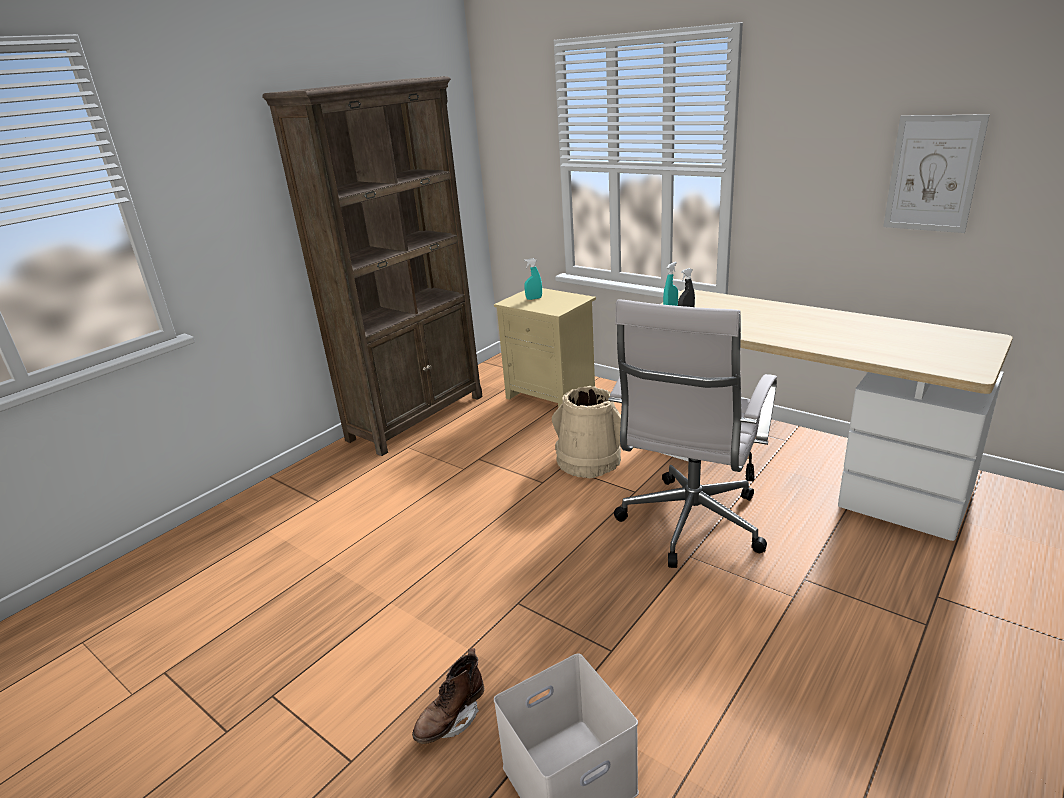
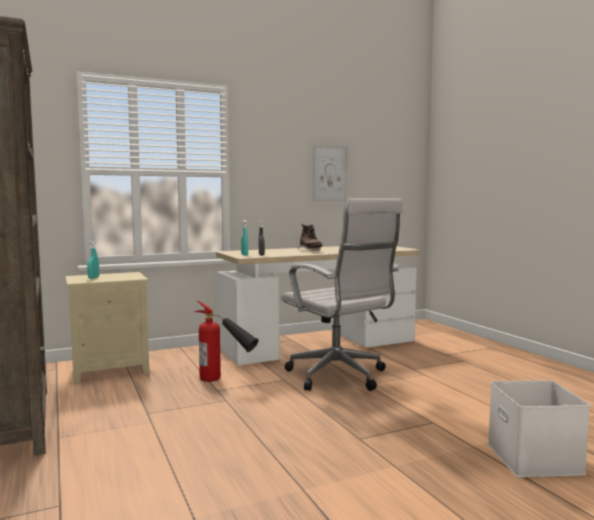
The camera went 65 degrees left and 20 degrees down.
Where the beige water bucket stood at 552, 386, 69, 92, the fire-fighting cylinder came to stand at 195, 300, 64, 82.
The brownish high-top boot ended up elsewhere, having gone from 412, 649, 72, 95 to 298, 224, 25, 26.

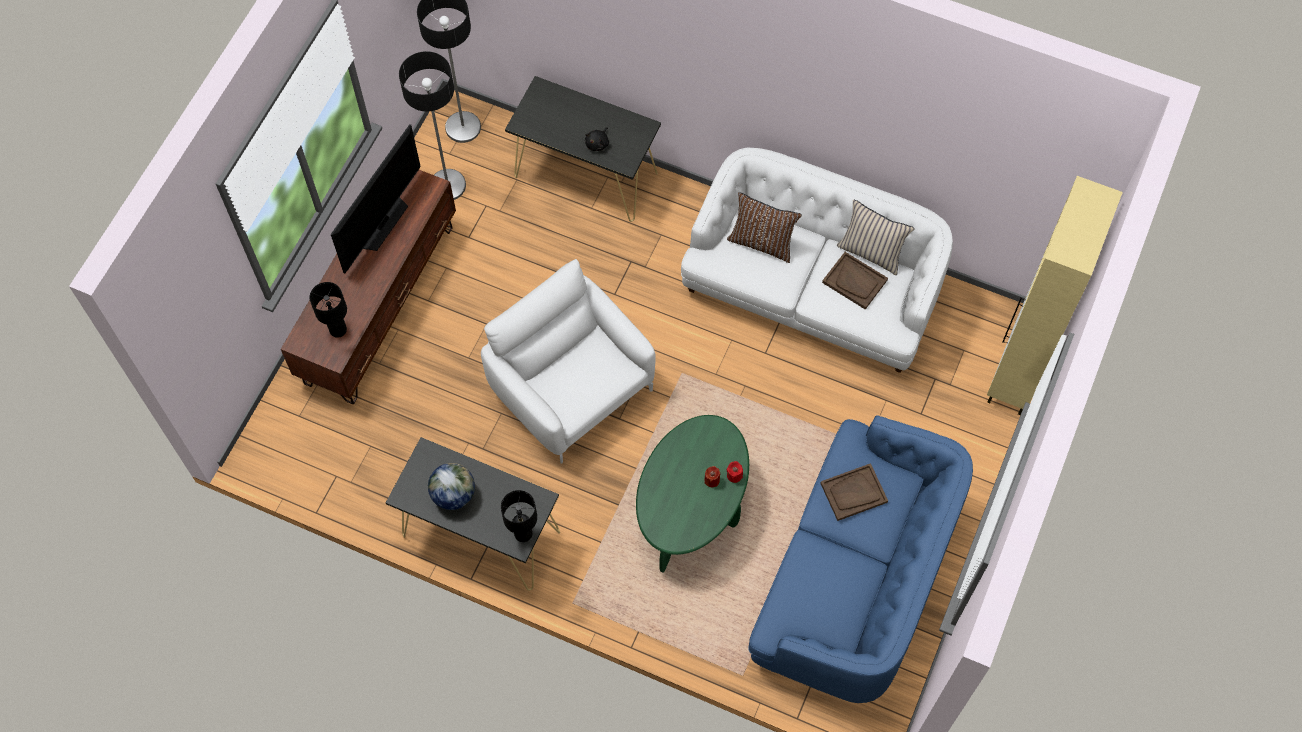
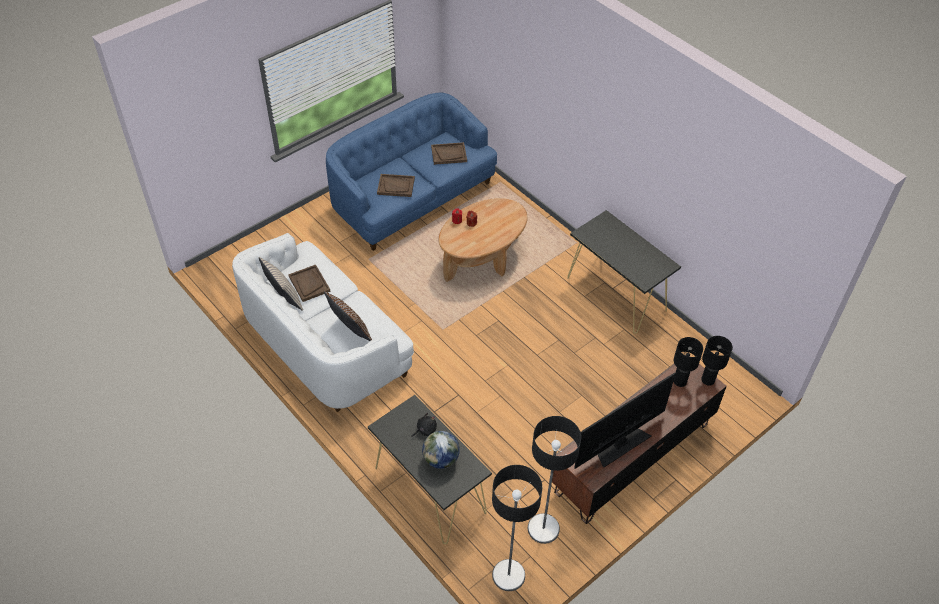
The camera went 155 degrees left and 15 degrees down.
The globe ended up elsewhere, having gone from 428, 463, 47, 47 to 422, 431, 38, 38.
The second view gained the brownish tray at 431, 142, 36, 23.
What was the green coffee table at 636, 415, 113, 158 turned into the brownish coffee table at 439, 198, 88, 84.
The black-coloured tabletop lamp ended up elsewhere, having gone from 501, 490, 36, 52 to 701, 336, 32, 50.
The second view lost the white-coloured armchair at 481, 259, 175, 205.
The second view lost the beige storage cabinet at 987, 176, 136, 239.

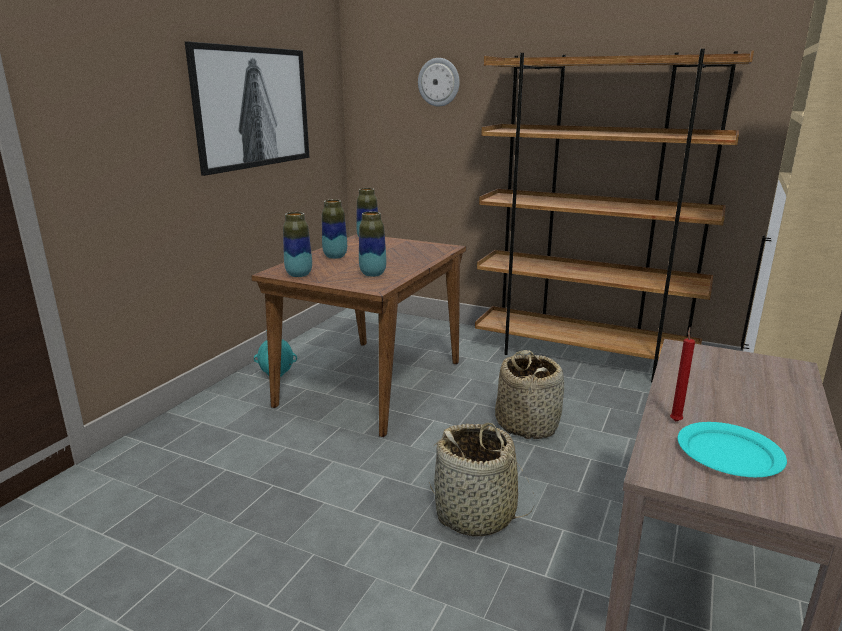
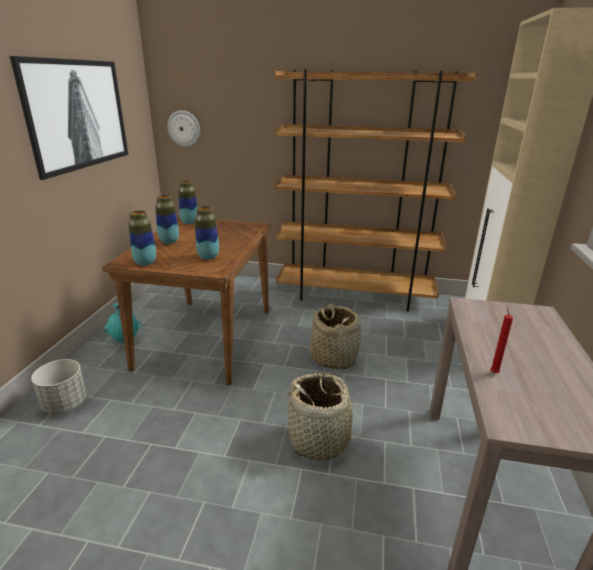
The camera went 15 degrees left and 5 degrees up.
The second view gained the greyish plant pot at 31, 359, 56, 55.
The wall clock ended up elsewhere, having gone from 418, 58, 42, 48 to 167, 110, 33, 37.
The second view lost the blue-green plate at 678, 422, 109, 55.

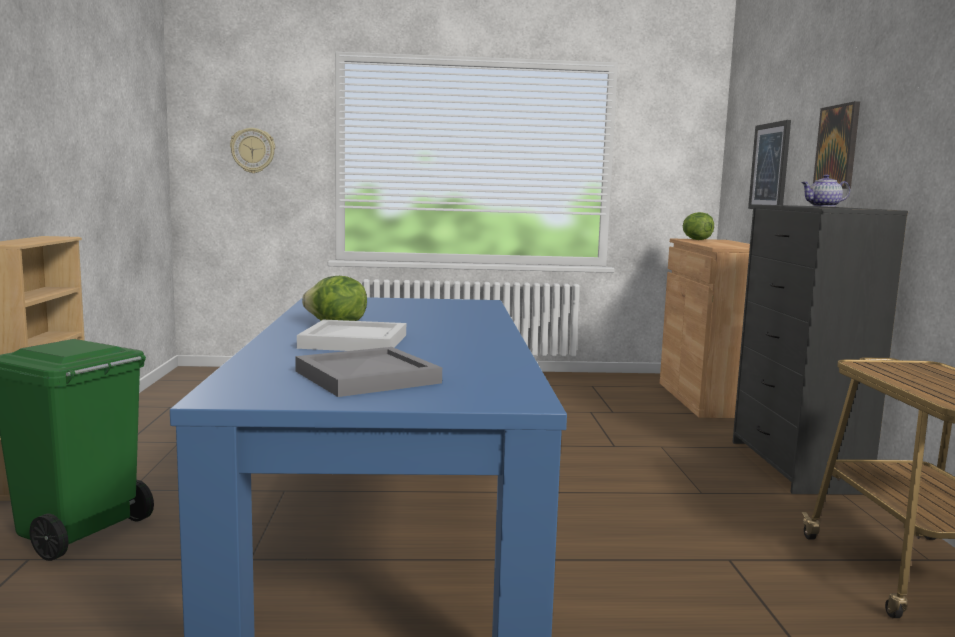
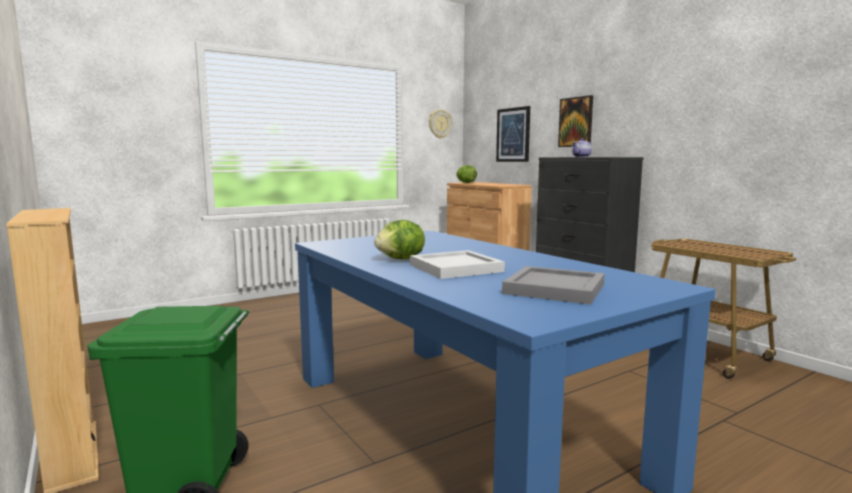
The camera went 30 degrees left and 0 degrees up.
The wall clock ended up elsewhere, having gone from 230, 128, 45, 45 to 429, 109, 23, 30.

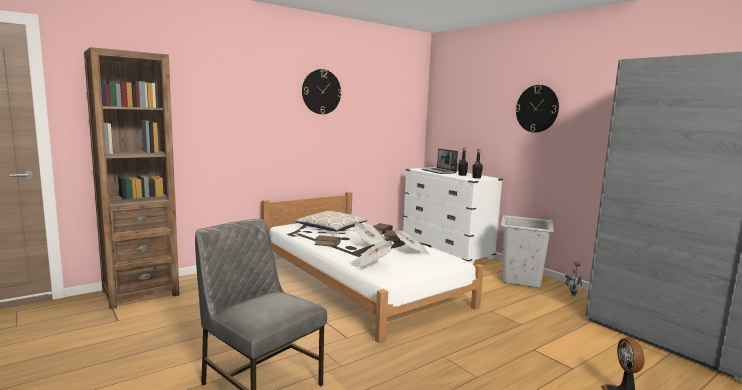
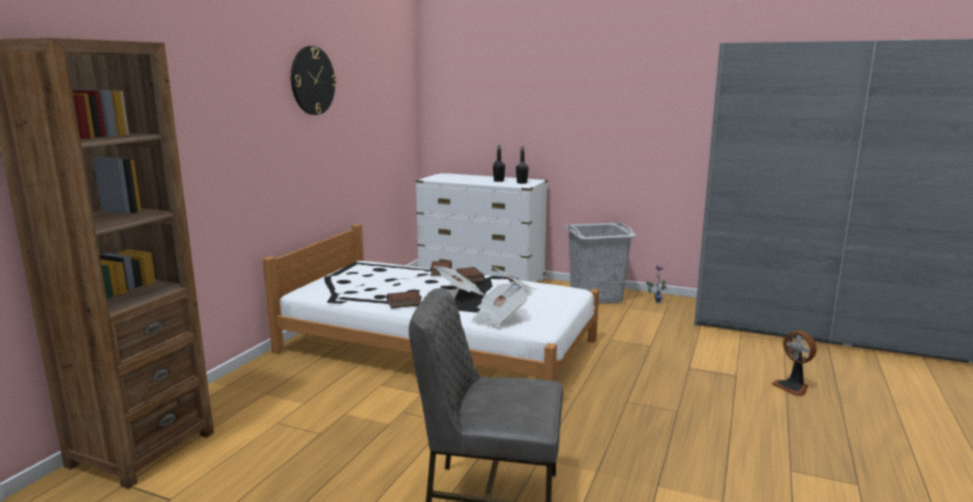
The camera went 30 degrees left and 5 degrees up.
The second view lost the cushion at 295, 211, 73, 20.
The second view lost the portable computer at 422, 148, 36, 26.
The second view lost the wall clock at 515, 85, 44, 48.

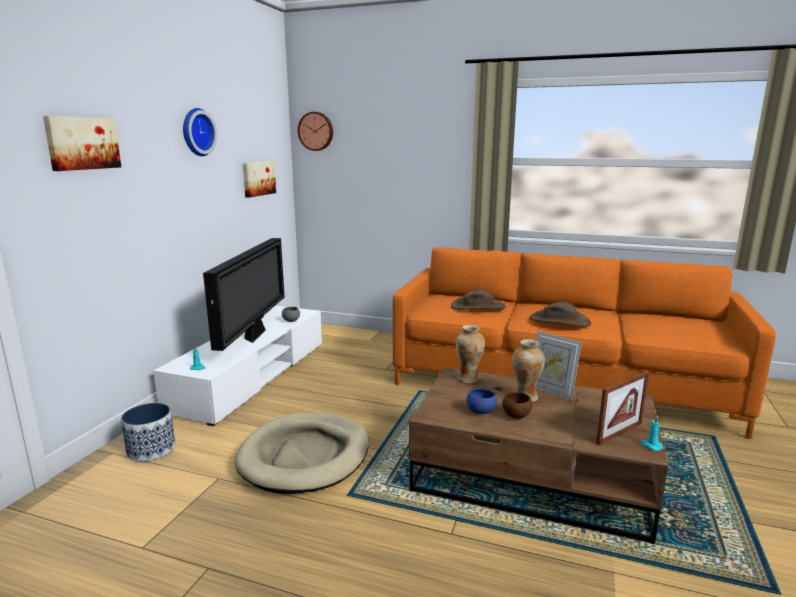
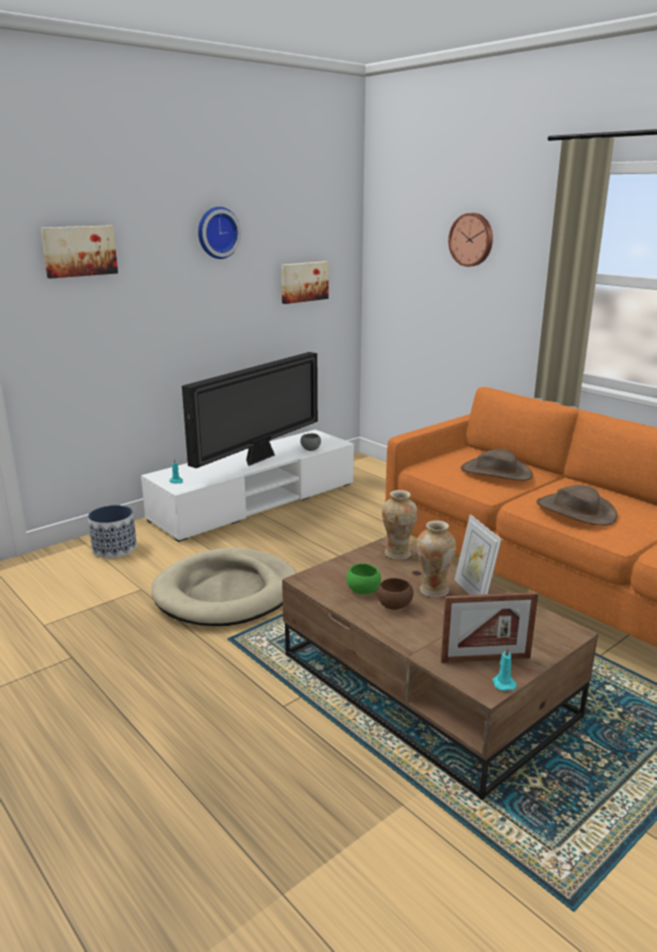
The camera went 30 degrees right and 5 degrees up.
What was the blue-coloured serving bowl at 467, 388, 30, 26 turned into the green serving bowl at 346, 563, 35, 31.
The wall clock ended up elsewhere, having gone from 298, 112, 35, 39 to 448, 213, 45, 54.

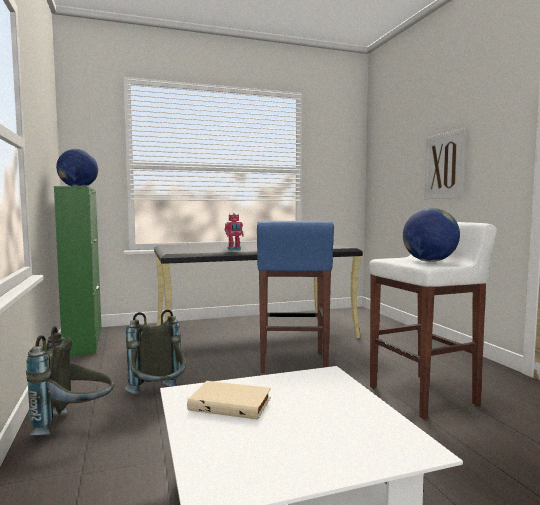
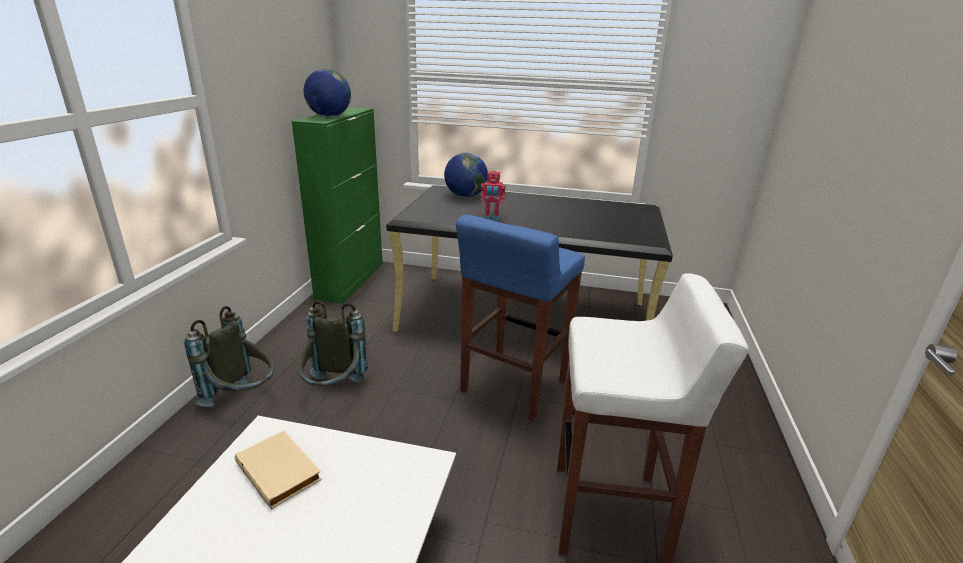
The camera went 30 degrees right and 20 degrees up.
The globe ended up elsewhere, having gone from 403, 208, 57, 54 to 444, 153, 44, 44.
The second view lost the picture at 424, 129, 42, 70.

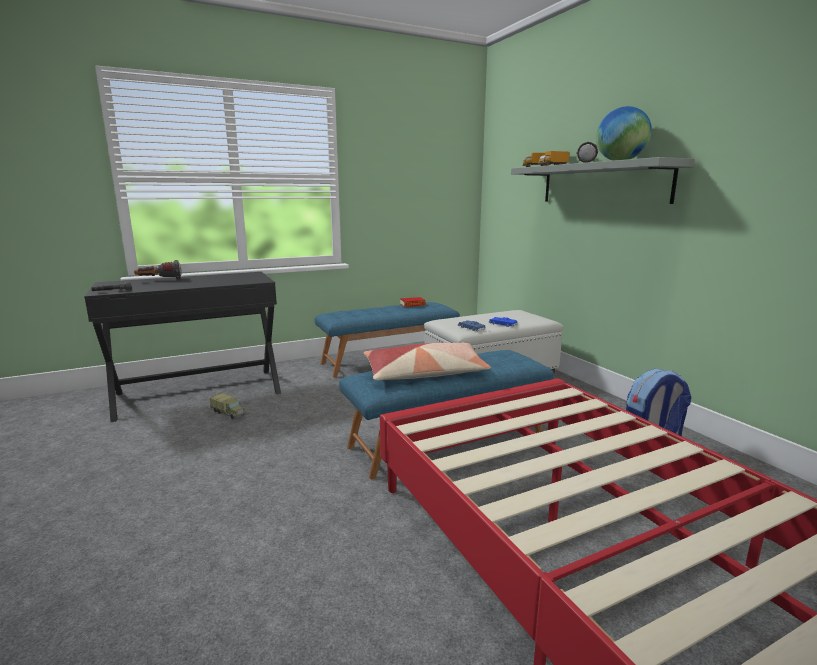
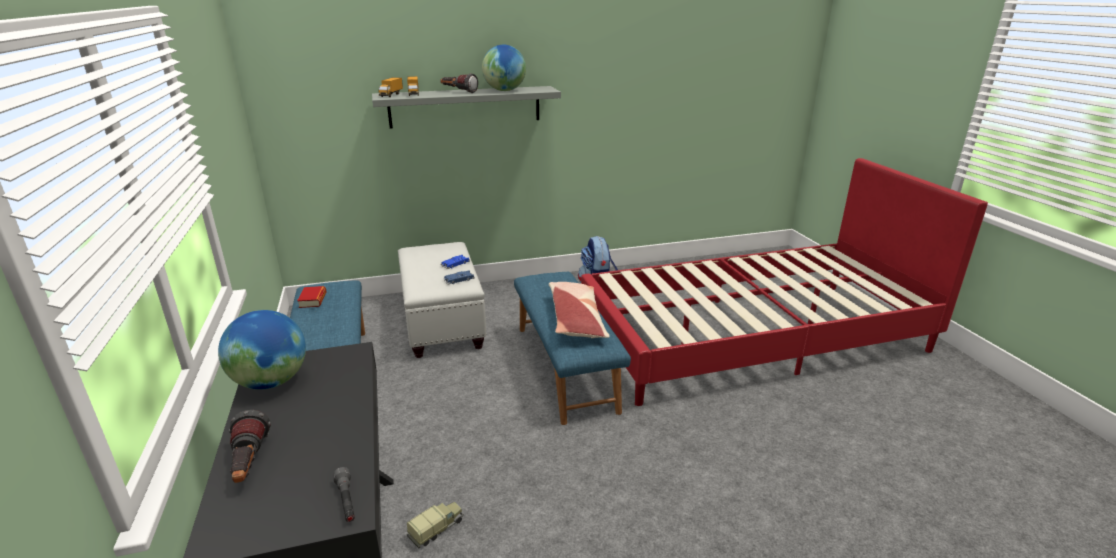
The camera went 80 degrees left and 10 degrees up.
The second view gained the globe at 218, 310, 88, 79.

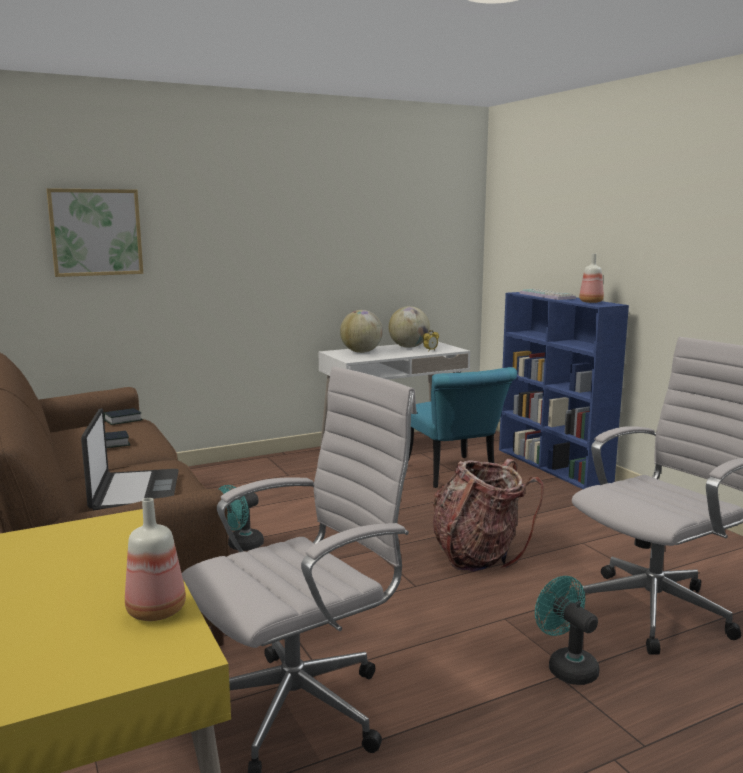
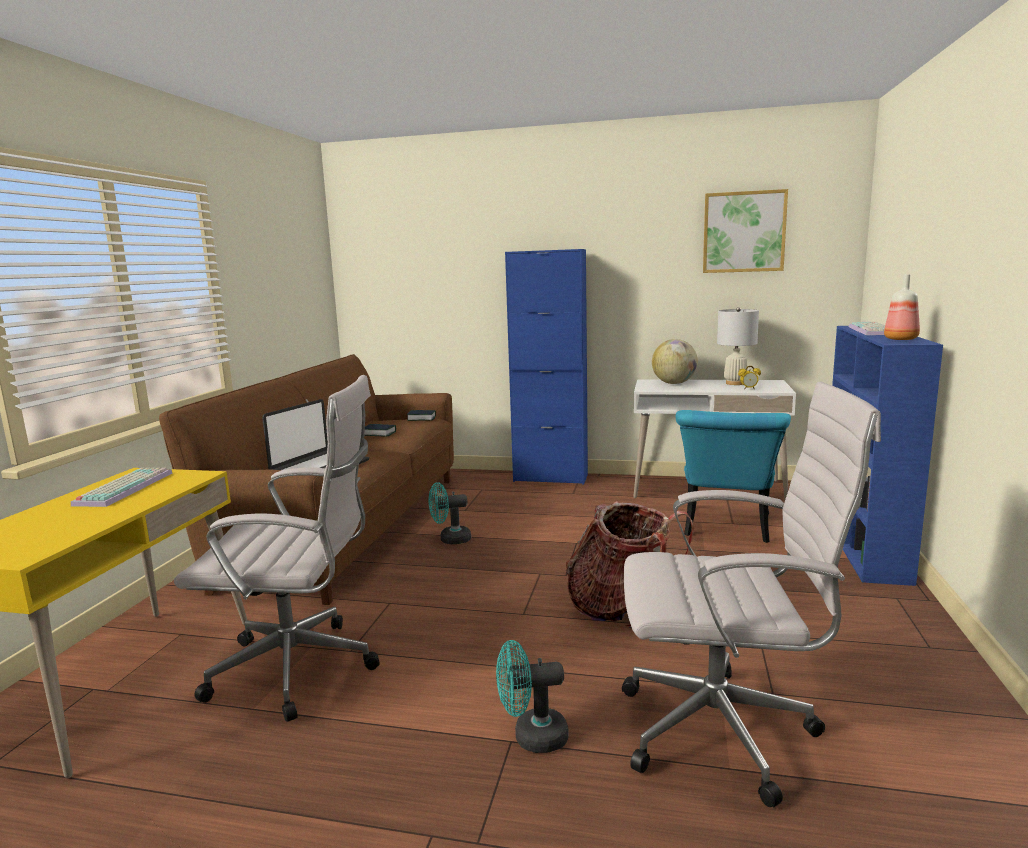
The camera went 40 degrees right and 0 degrees up.
The second view gained the computer keyboard at 71, 468, 101, 39.
The blue-green cooling fan at 535, 576, 65, 109 ended up facing another way, 105 degrees counterclockwise from before.
The second view gained the blue-coloured storage cabinet at 505, 249, 83, 236.
The picture ended up elsewhere, having gone from 47, 188, 96, 89 to 703, 189, 85, 84.
Where the globe stood at 389, 306, 41, 42, the white-coloured tabletop lamp came to stand at 717, 307, 42, 78.
The second view lost the drink bottle at 125, 498, 61, 123.

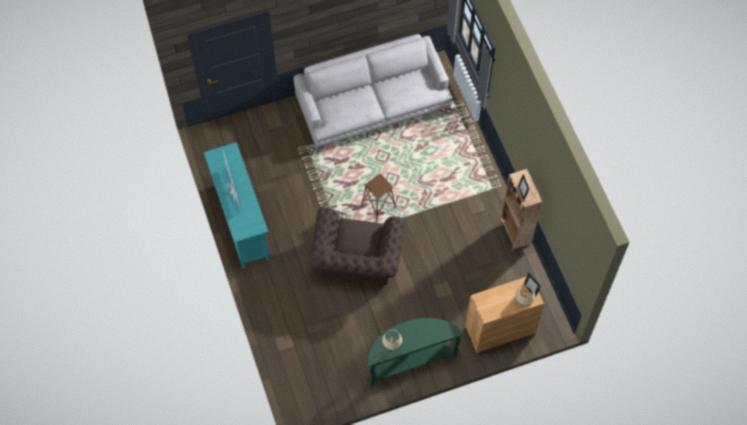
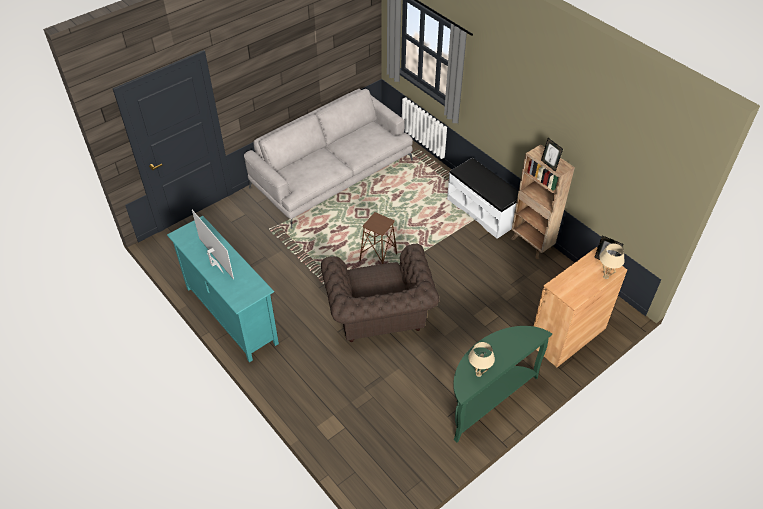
The camera went 20 degrees left and 15 degrees down.
The second view gained the white-coloured bench at 447, 158, 72, 81.

